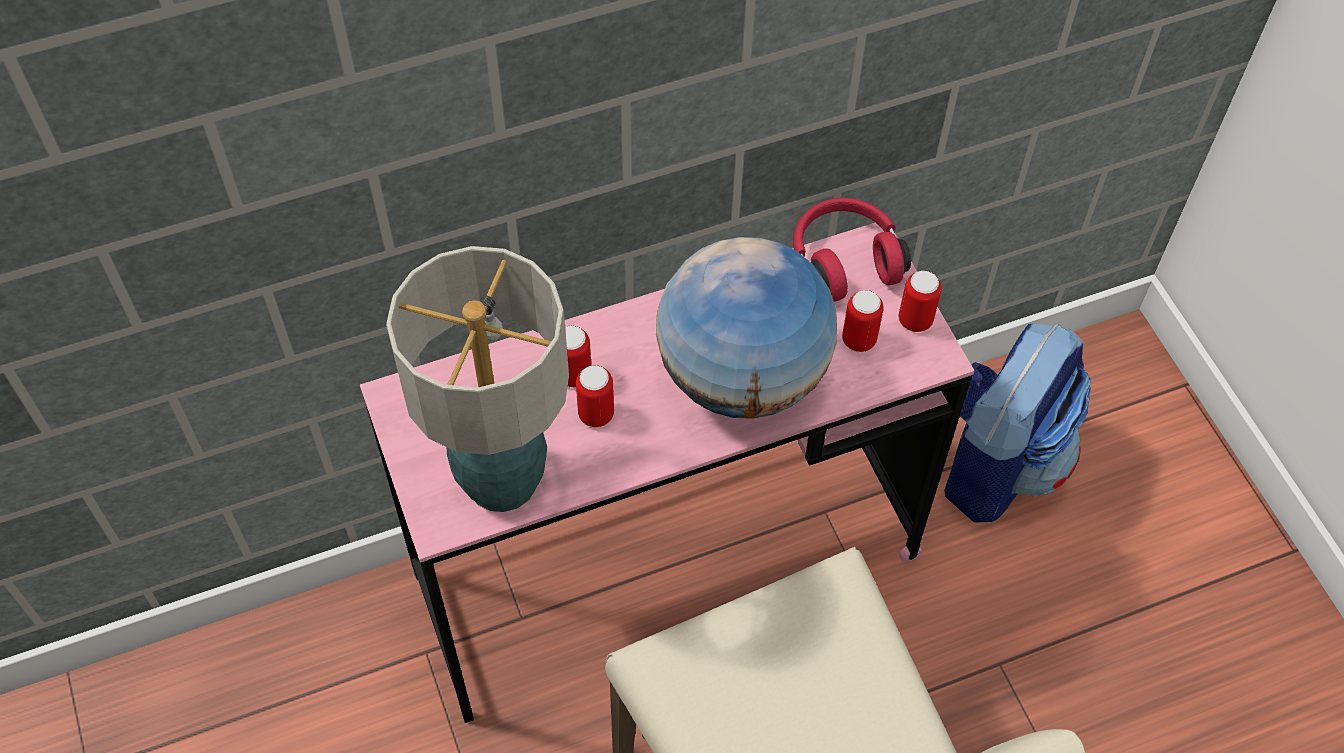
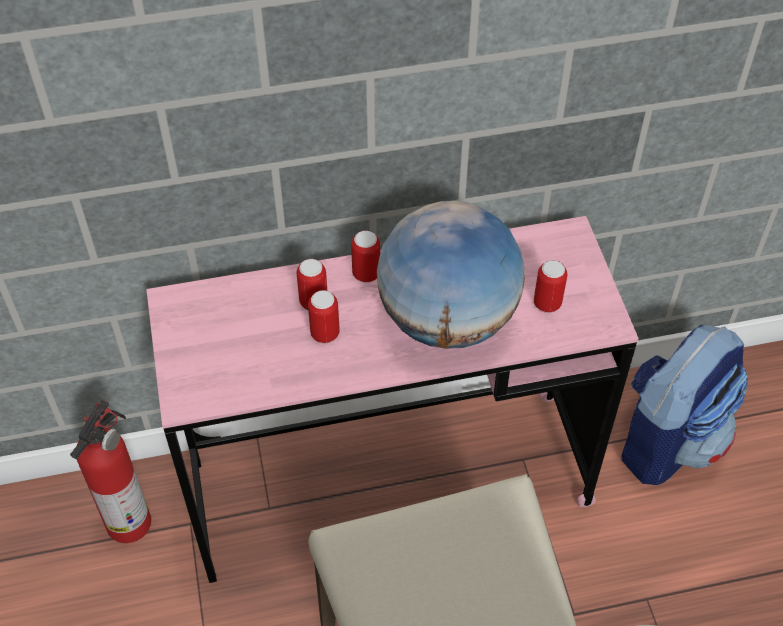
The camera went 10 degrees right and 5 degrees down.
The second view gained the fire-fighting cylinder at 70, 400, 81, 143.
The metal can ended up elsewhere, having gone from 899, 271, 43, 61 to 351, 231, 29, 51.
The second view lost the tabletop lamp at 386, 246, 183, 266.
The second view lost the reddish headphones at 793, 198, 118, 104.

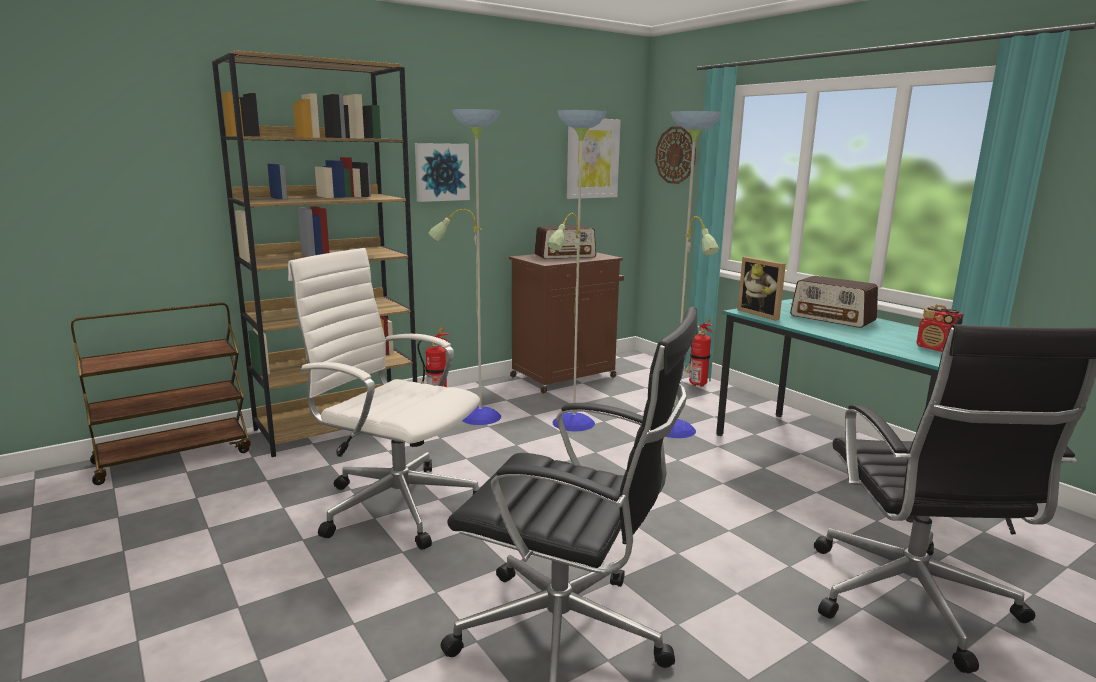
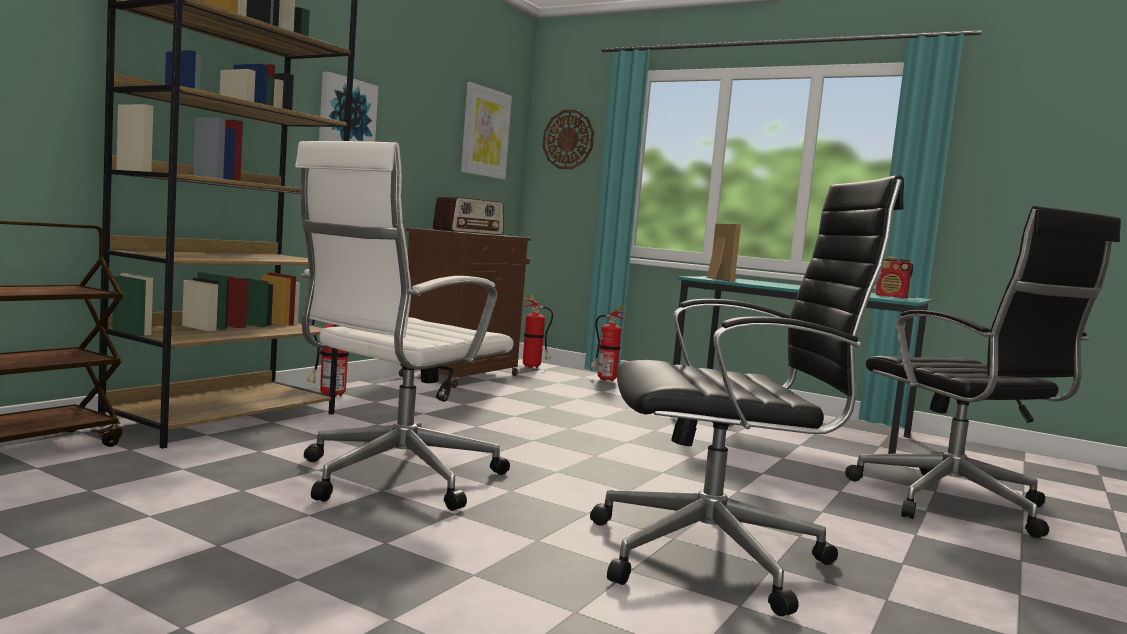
The camera went 25 degrees left and 10 degrees down.
The white-coloured desk chair at 288, 248, 192, 302 ended up facing another way, 60 degrees counterclockwise from before.
The second view gained the fire-fighting cylinder at 523, 294, 30, 74.
The standing frame at 737, 257, 49, 64 ended up facing another way, 135 degrees counterclockwise from before.
The second view lost the floor lamp at 429, 109, 294, 329.
The second view lost the radio receiver at 790, 276, 88, 52.

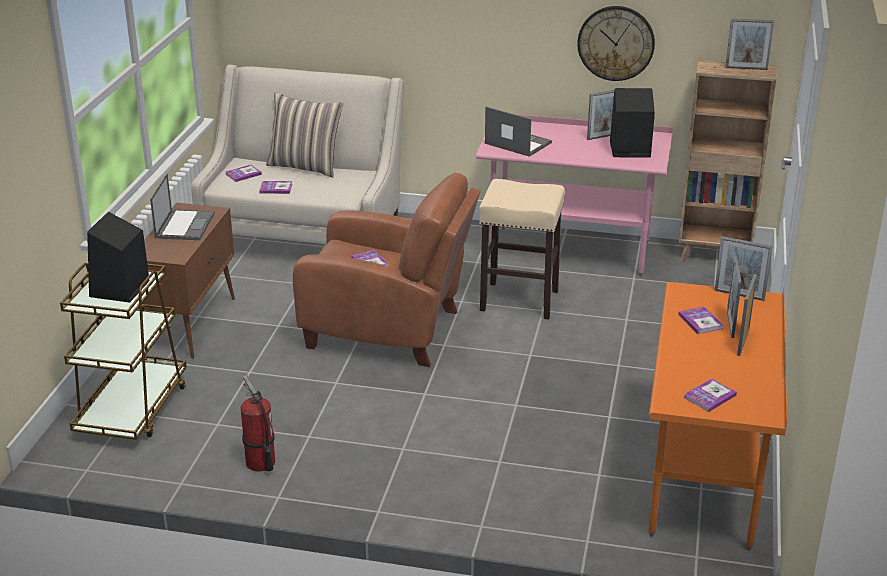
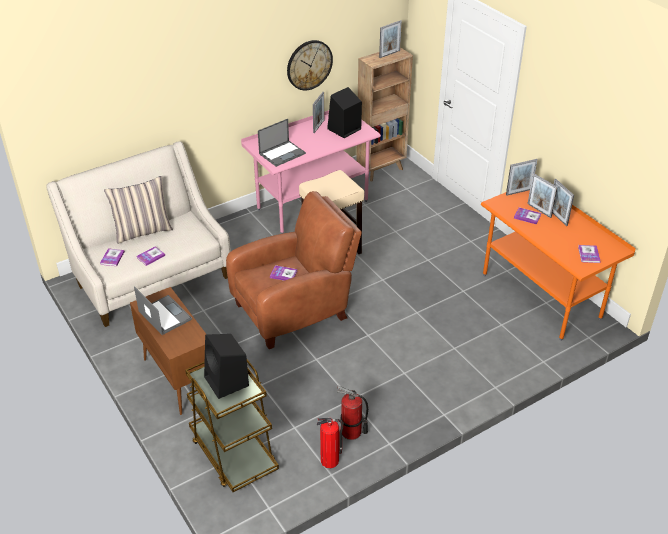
The camera went 45 degrees left and 10 degrees up.
The portable computer at 485, 107, 67, 50 ended up facing another way, 150 degrees clockwise from before.
The second view gained the fire-fighting cylinder at 317, 418, 27, 50.

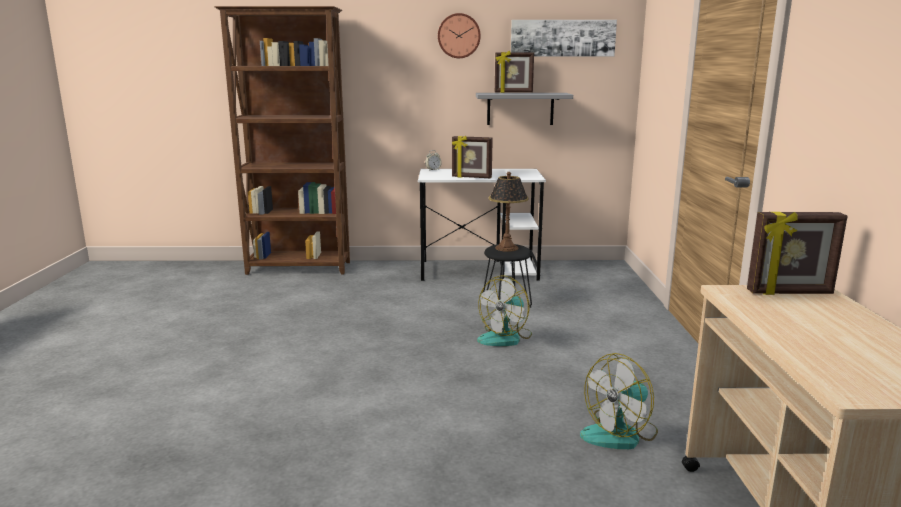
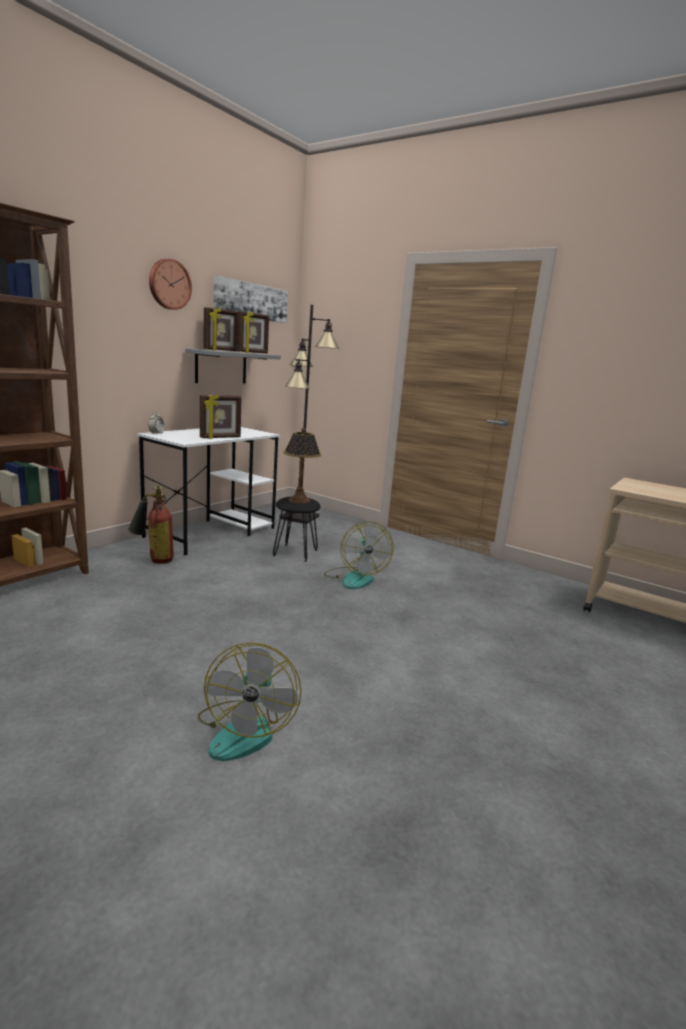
The camera went 55 degrees left and 0 degrees up.
The second view gained the fire-fighting cylinder at 128, 486, 46, 78.
The cooling fan ended up elsewhere, having gone from 580, 353, 78, 96 to 198, 642, 103, 119.
The standing frame ended up elsewhere, having gone from 747, 212, 101, 83 to 237, 311, 32, 42.
The second view gained the black-coloured floor lamp at 279, 305, 60, 219.

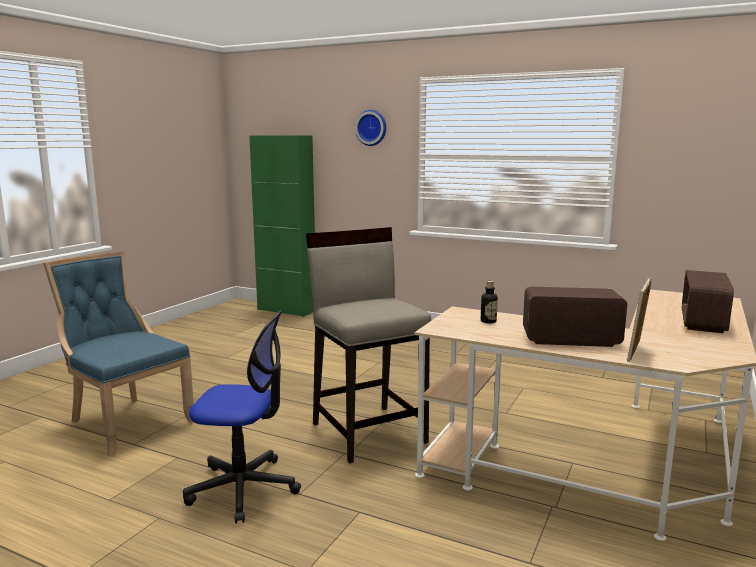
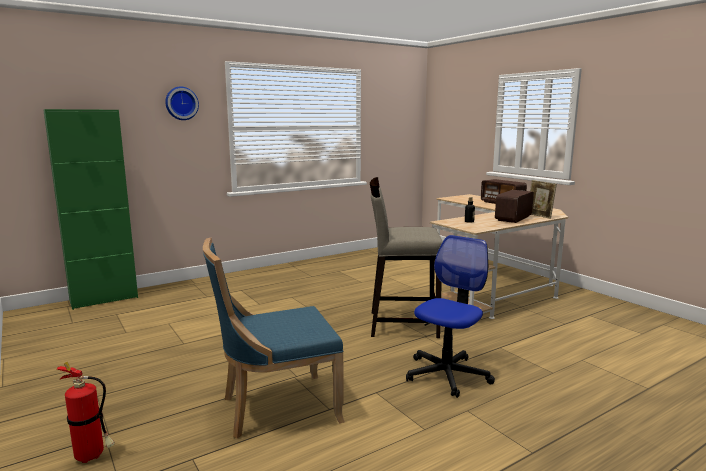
The camera went 60 degrees left and 0 degrees up.
The second view gained the fire-fighting cylinder at 57, 362, 58, 101.

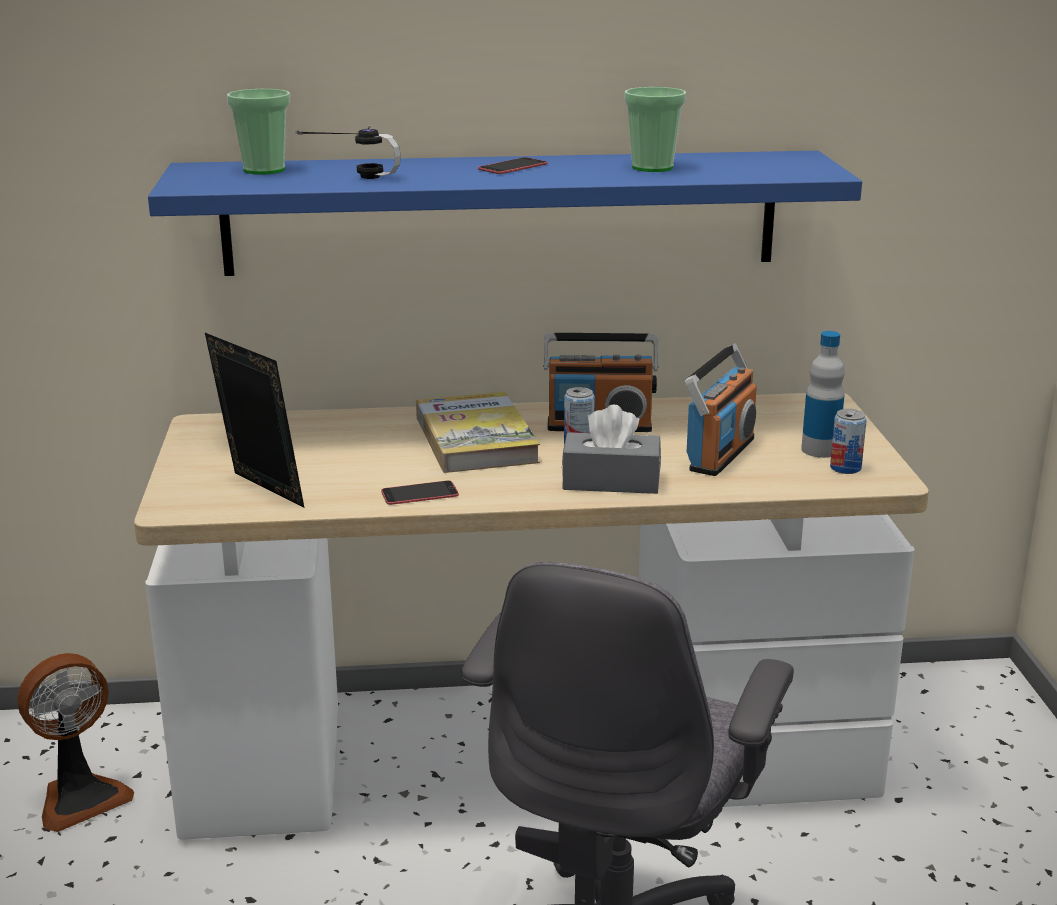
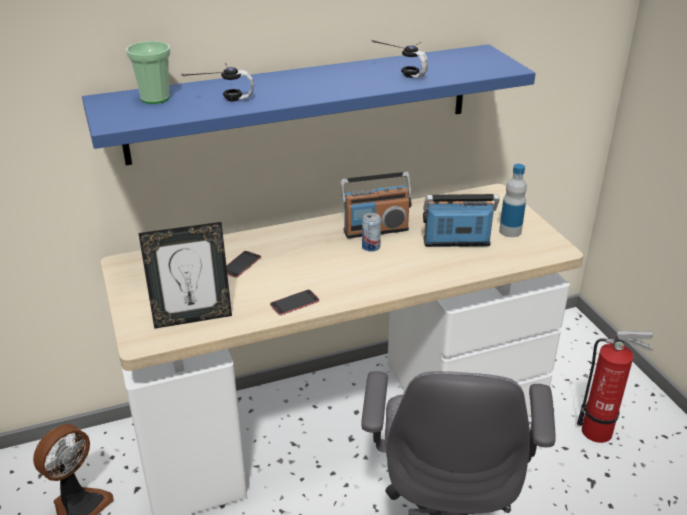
The camera went 15 degrees left and 10 degrees up.
The standing frame at 205, 333, 99, 175 ended up facing another way, 135 degrees clockwise from before.
The handset ended up elsewhere, having gone from 478, 157, 70, 17 to 226, 251, 35, 26.
Where the small cup stood at 625, 87, 61, 85, the headphones came to stand at 372, 40, 56, 38.
The radio receiver at 685, 344, 72, 132 ended up facing another way, 105 degrees counterclockwise from before.
The second view gained the fire-fighting cylinder at 577, 331, 76, 112.
The second view lost the bound book at 416, 392, 124, 81.
The second view lost the greyish tissue box at 562, 405, 99, 89.
The second view lost the metal can at 830, 409, 37, 65.

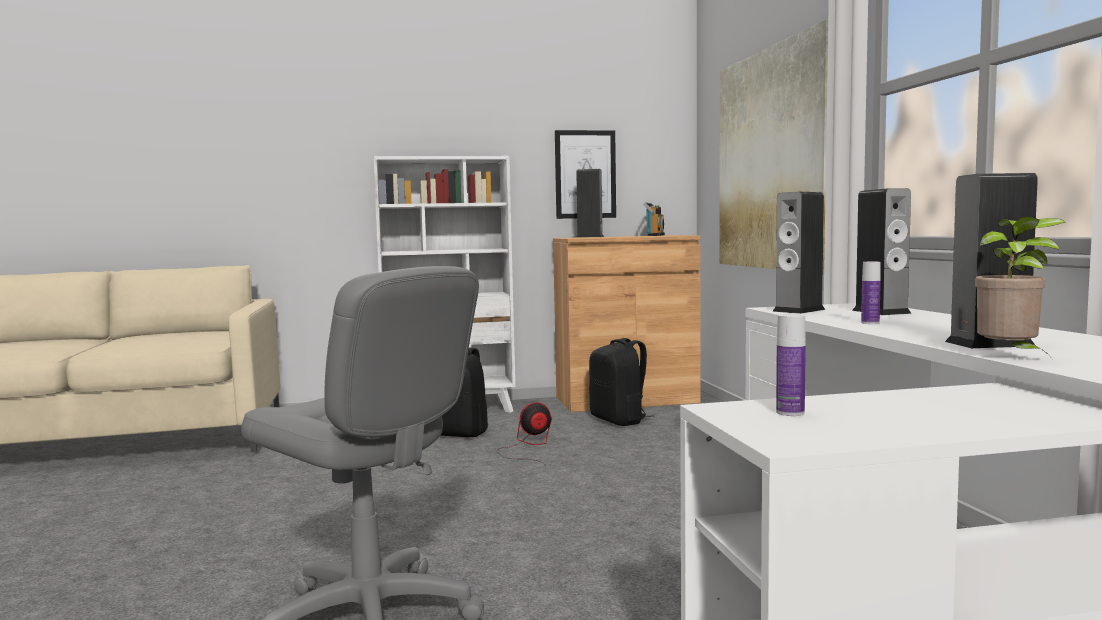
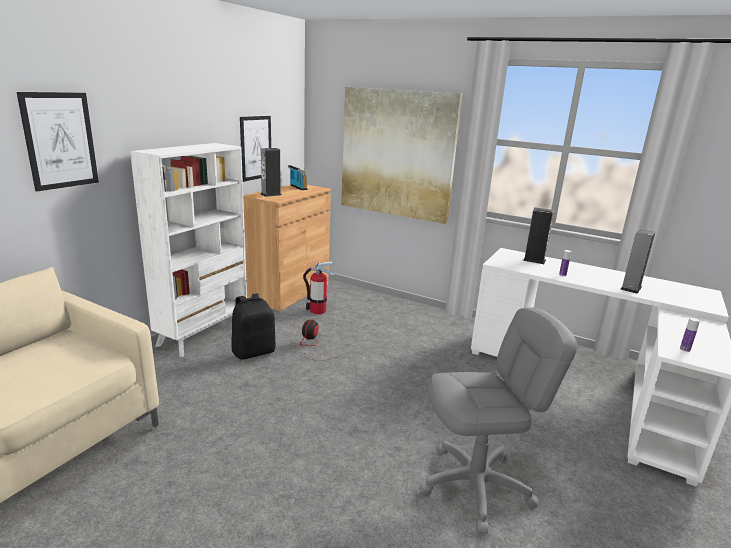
The camera went 50 degrees left and 15 degrees up.
The second view gained the picture at 17, 92, 82, 100.
Where the black-coloured backpack stood at 589, 338, 65, 88, the fire-fighting cylinder came to stand at 303, 261, 31, 53.
The second view lost the loudspeaker at 772, 192, 53, 122.
The second view lost the houseplant at 975, 217, 90, 139.

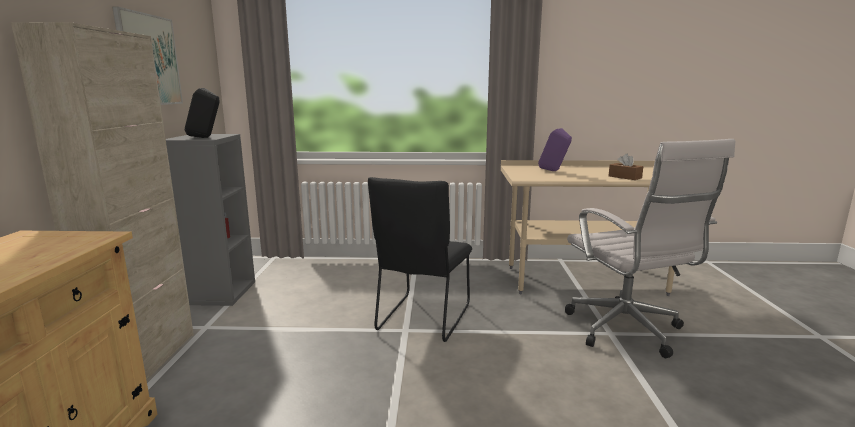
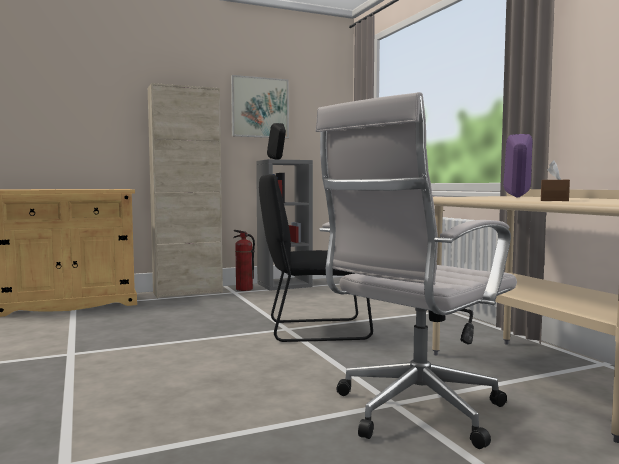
The camera went 65 degrees right and 10 degrees down.
The second view gained the fire-fighting cylinder at 234, 230, 21, 61.

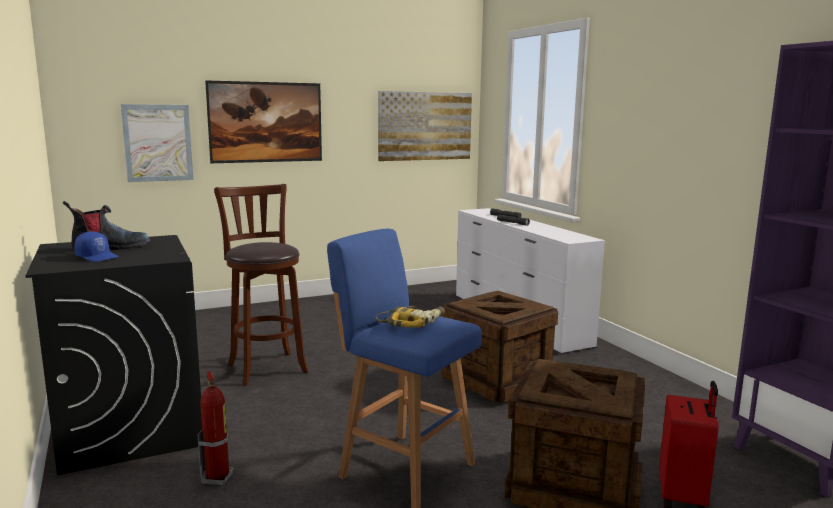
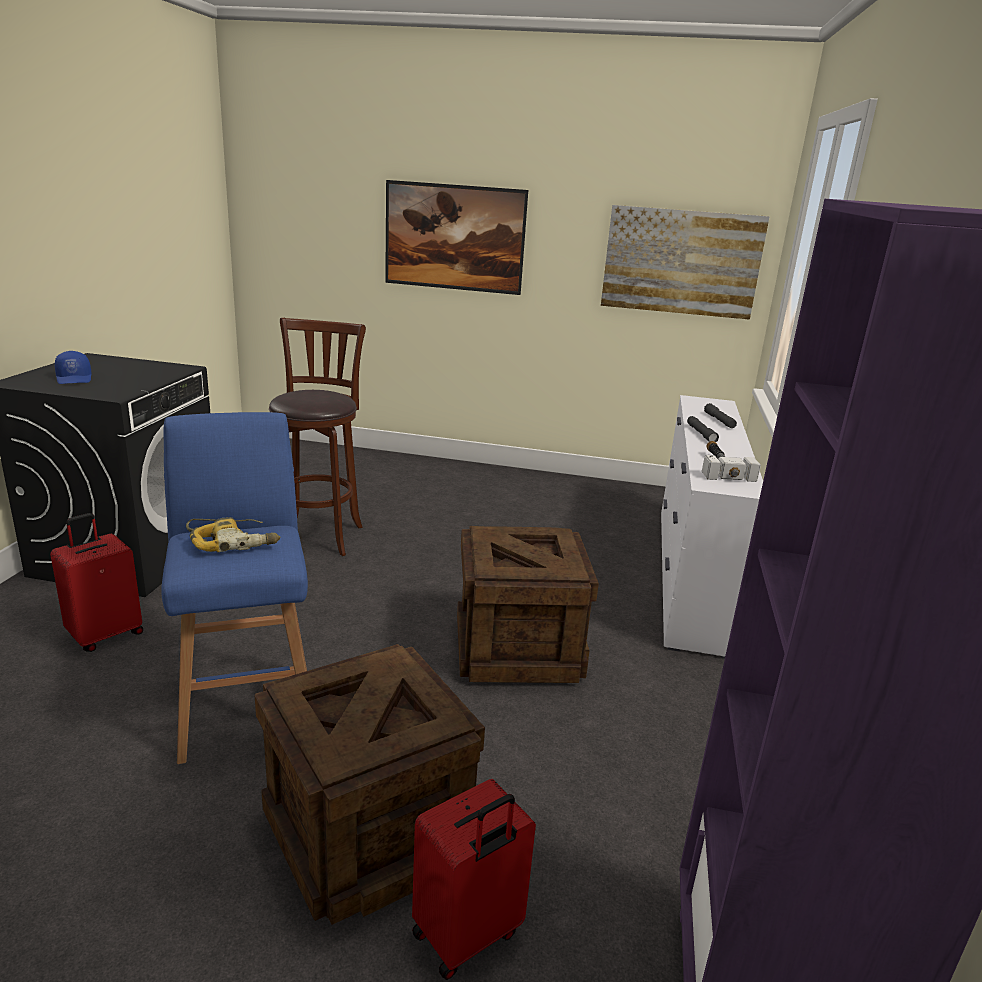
The camera went 35 degrees right and 10 degrees up.
Where the fire-fighting cylinder stood at 197, 371, 37, 114, the reddish piece of luggage came to stand at 50, 513, 93, 139.
The second view gained the tool hammer at 702, 441, 59, 41.
The second view lost the high-top boot at 63, 201, 87, 49.
The second view lost the picture at 121, 104, 72, 78.

